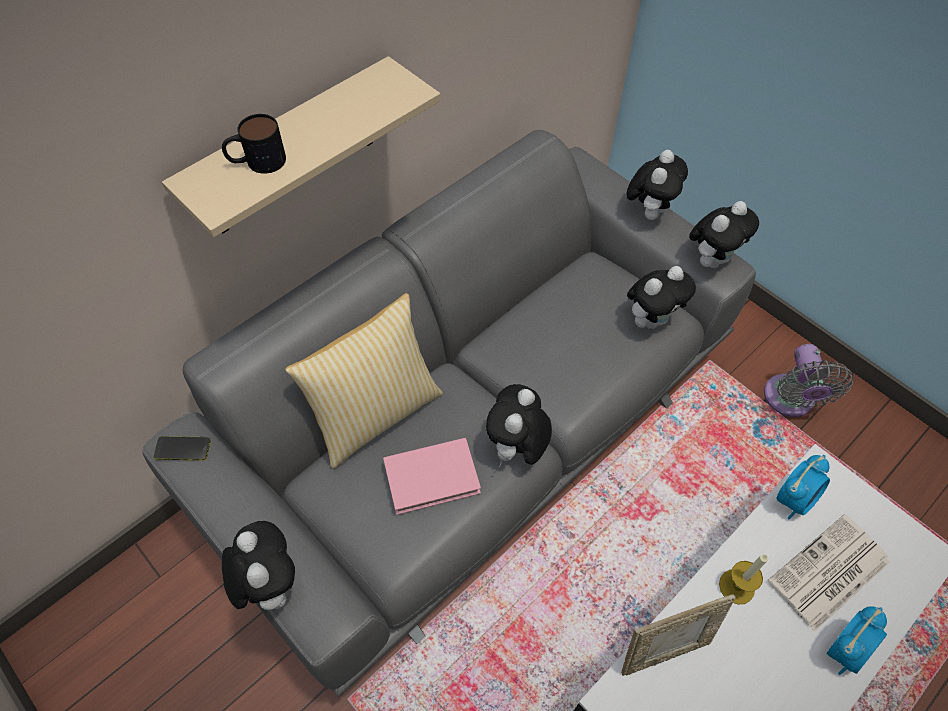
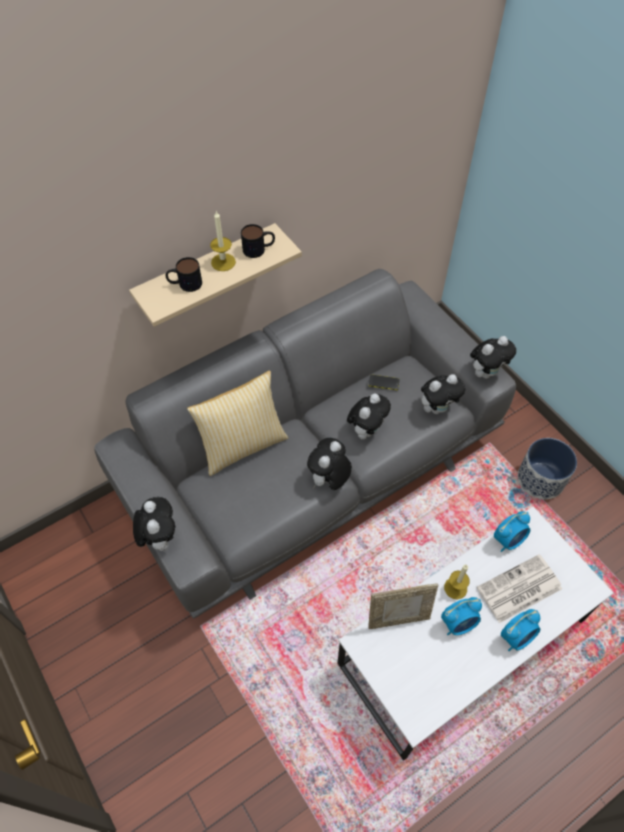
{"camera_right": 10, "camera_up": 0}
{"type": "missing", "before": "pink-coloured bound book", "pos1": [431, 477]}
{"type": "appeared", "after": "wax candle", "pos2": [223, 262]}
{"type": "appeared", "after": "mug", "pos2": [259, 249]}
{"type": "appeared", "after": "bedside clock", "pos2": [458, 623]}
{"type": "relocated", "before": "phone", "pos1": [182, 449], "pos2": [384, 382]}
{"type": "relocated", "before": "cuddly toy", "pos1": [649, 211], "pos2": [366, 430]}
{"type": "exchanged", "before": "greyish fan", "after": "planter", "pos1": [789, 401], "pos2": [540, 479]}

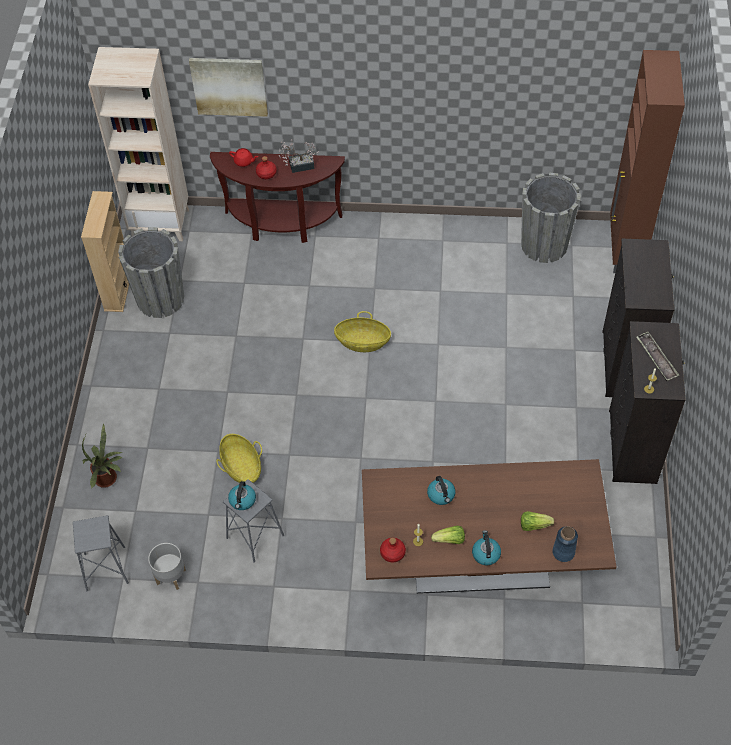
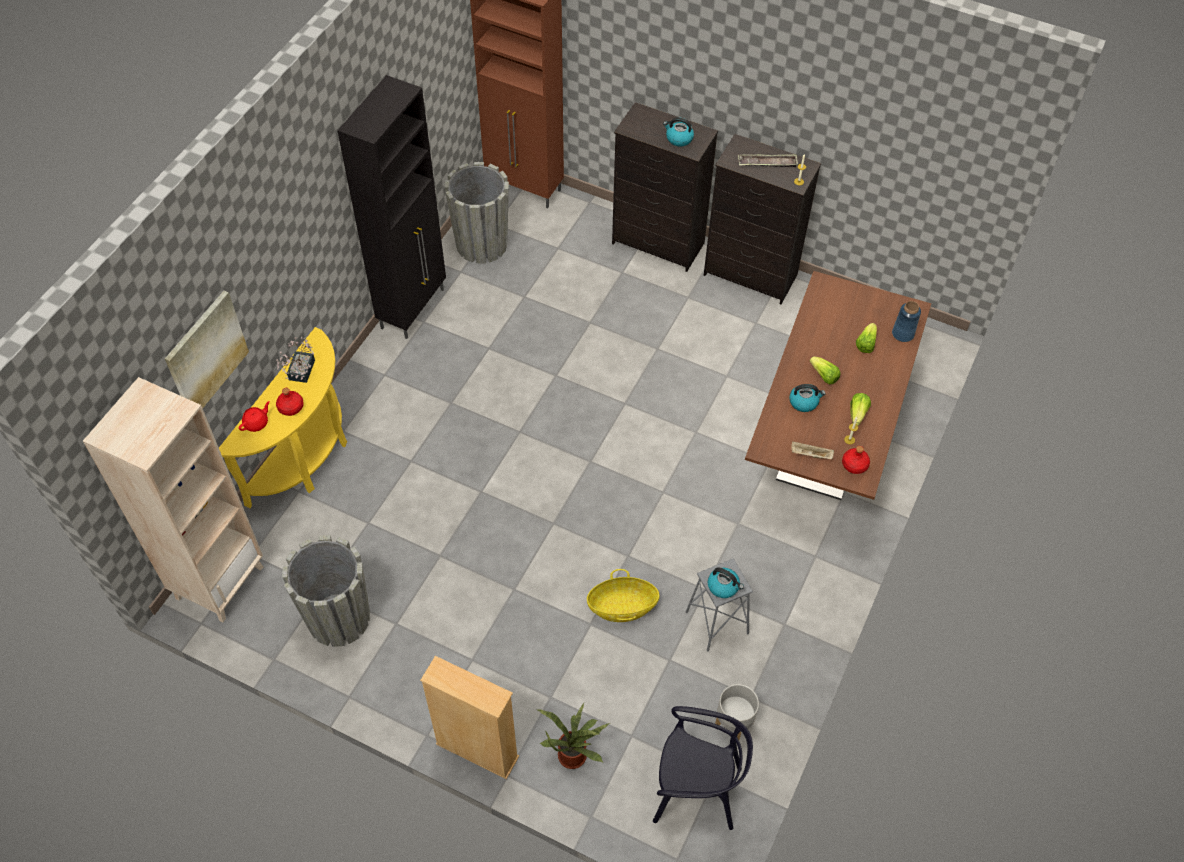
{"camera_right": -70, "camera_up": 0}
{"type": "missing", "before": "storage basket", "pos1": [362, 342]}
{"type": "appeared", "after": "black cupboard", "pos2": [413, 308]}
{"type": "appeared", "after": "sand-coloured serving tray", "pos2": [810, 455]}
{"type": "appeared", "after": "lettuce head", "pos2": [824, 376]}
{"type": "relocated", "before": "sand-coloured shelving unit", "pos1": [118, 289], "pos2": [477, 750]}
{"type": "relocated", "before": "tea kettle", "pos1": [485, 553], "pos2": [678, 139]}
{"type": "exchanged", "before": "greyish sitting stool", "after": "black plain chair", "pos1": [106, 569], "pos2": [696, 790]}
{"type": "colour", "before": "brown hall table", "after": "yellowish hall table", "pos1": [281, 225], "pos2": [306, 457]}

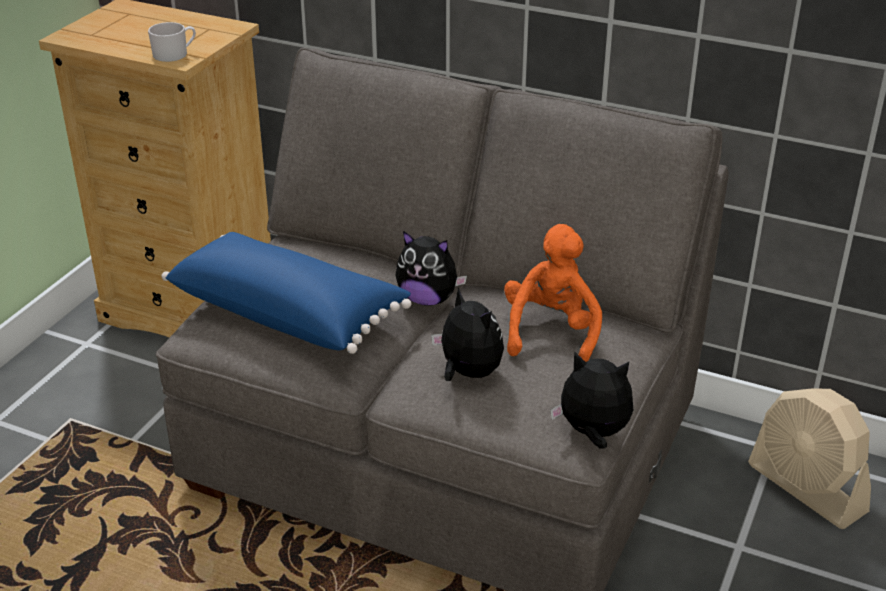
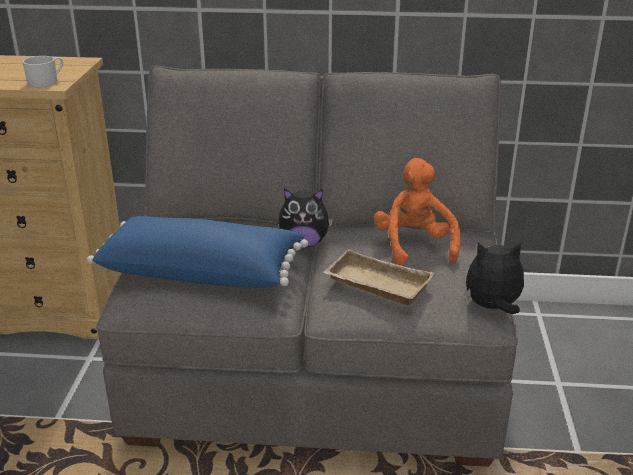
{"camera_right": -20, "camera_up": -5}
{"type": "missing", "before": "sand-coloured fan", "pos1": [806, 488]}
{"type": "exchanged", "before": "cuddly toy", "after": "sand-coloured serving tray", "pos1": [468, 373], "pos2": [375, 285]}

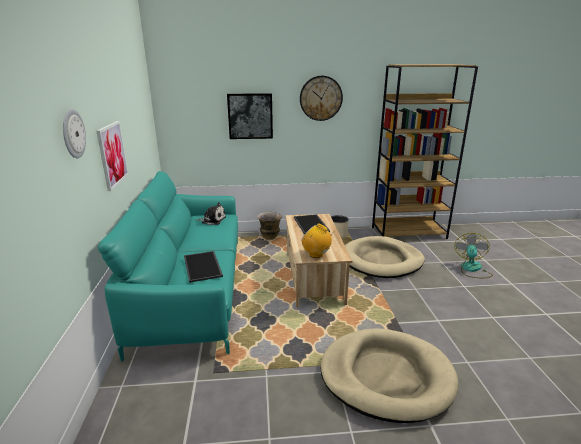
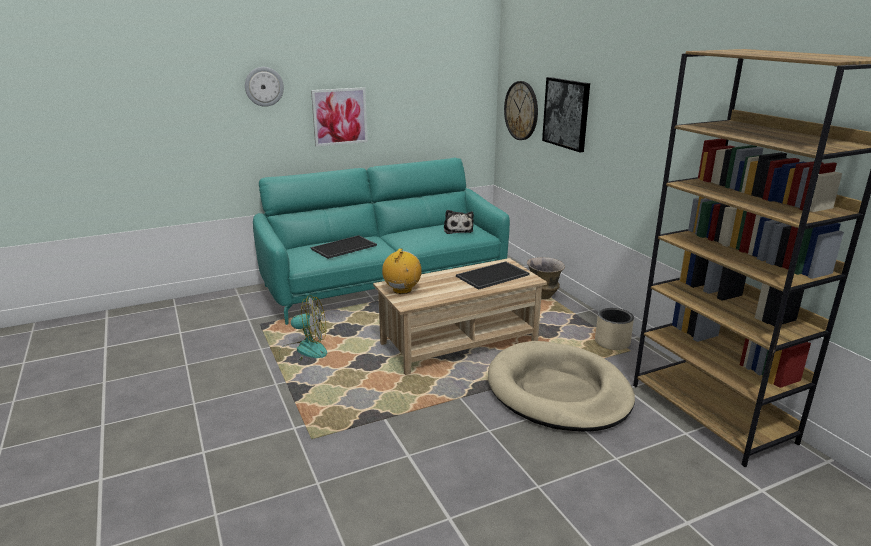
{"camera_right": 70, "camera_up": 0}
{"type": "missing", "before": "sand-coloured pet bed", "pos1": [386, 376]}
{"type": "relocated", "before": "wall clock", "pos1": [321, 98], "pos2": [521, 110]}
{"type": "relocated", "before": "fan", "pos1": [472, 269], "pos2": [304, 351]}

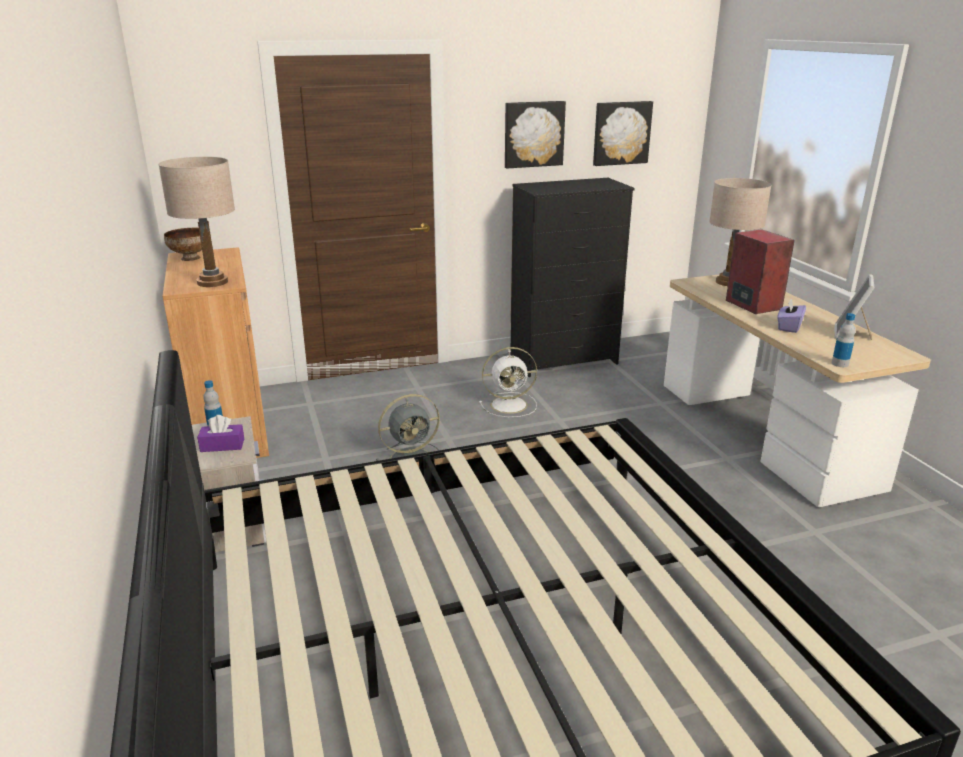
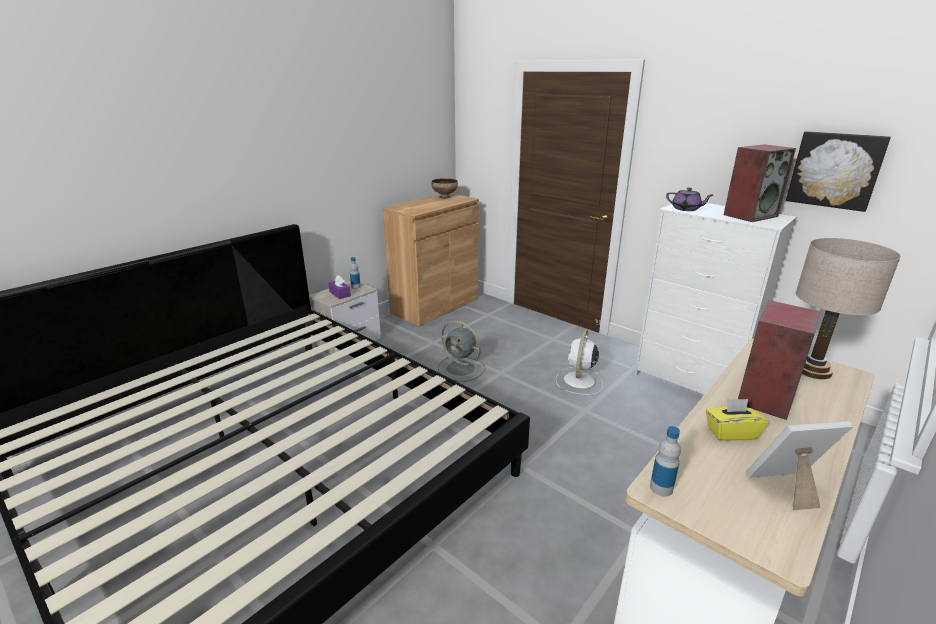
{"camera_right": 60, "camera_up": 0}
{"type": "missing", "before": "sand-coloured table lamp", "pos1": [212, 282]}
{"type": "missing", "before": "picture", "pos1": [533, 134]}
{"type": "appeared", "after": "purplish pot for tea", "pos2": [686, 209]}
{"type": "appeared", "after": "speaker", "pos2": [750, 215]}
{"type": "colour", "before": "black dresser", "after": "white dresser", "pos1": [565, 361], "pos2": [690, 382]}
{"type": "colour", "before": "purplish tissue box", "after": "yellowish tissue box", "pos1": [788, 327], "pos2": [731, 432]}
{"type": "spun", "before": "white fan", "pos1": [510, 405], "pos2": [579, 381], "turn": 60}

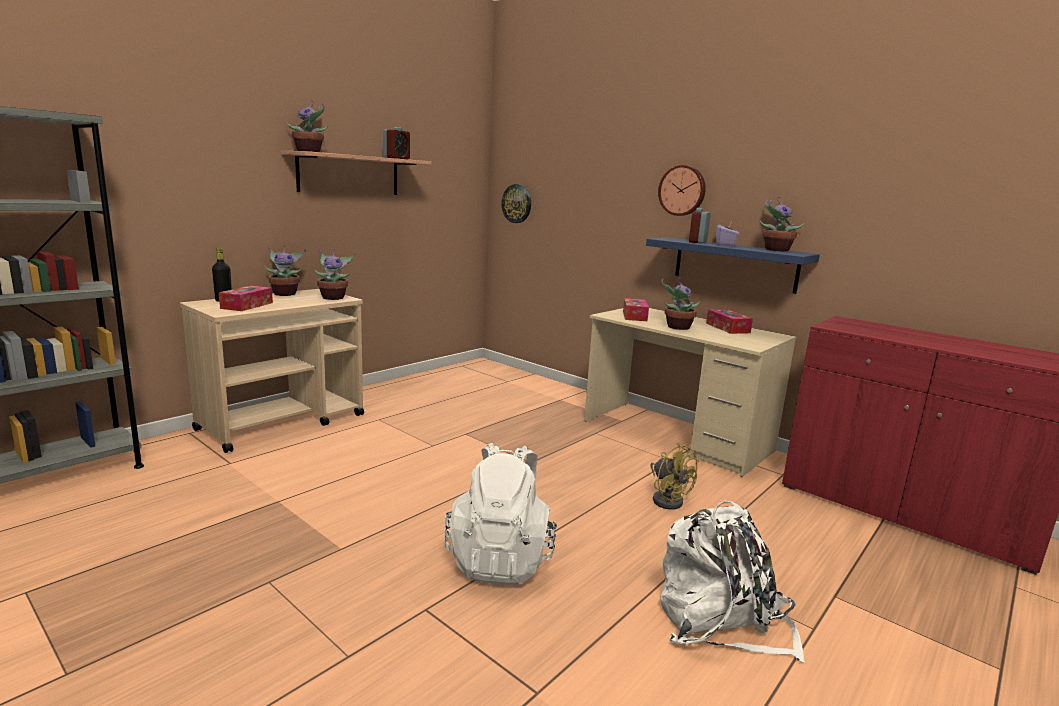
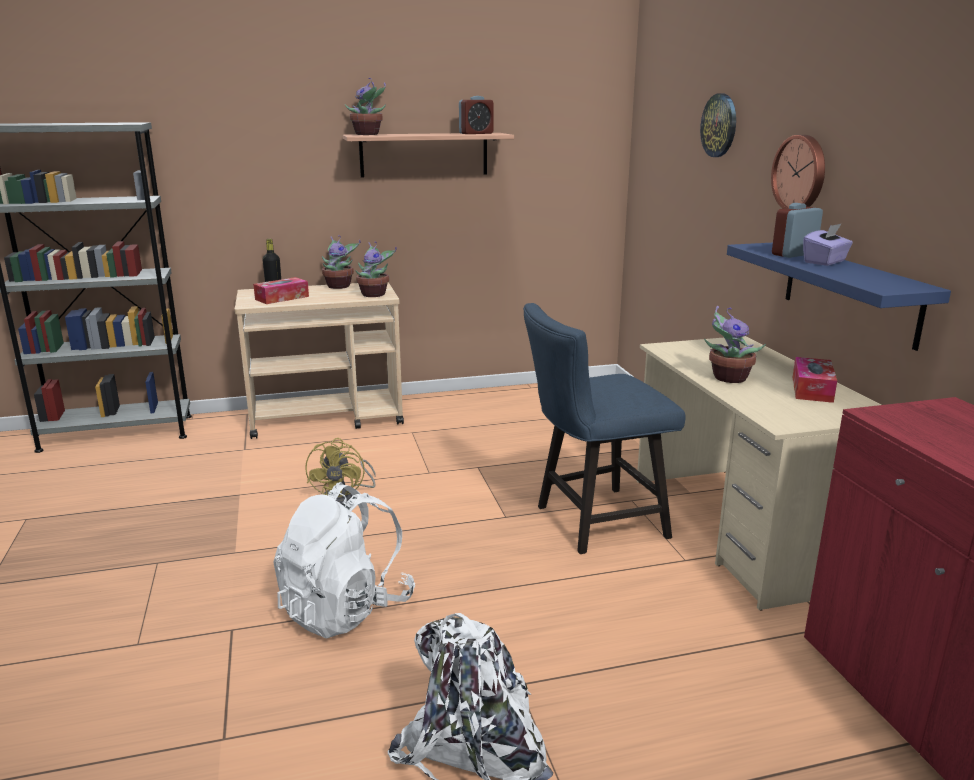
{"camera_right": 35, "camera_up": 5}
{"type": "missing", "before": "tissue box", "pos1": [634, 316]}
{"type": "missing", "before": "houseplant", "pos1": [774, 250]}
{"type": "appeared", "after": "bluish plain chair", "pos2": [592, 522]}
{"type": "relocated", "before": "wall clock", "pos1": [517, 203], "pos2": [719, 125]}
{"type": "relocated", "before": "yellowish fan", "pos1": [667, 499], "pos2": [345, 496]}

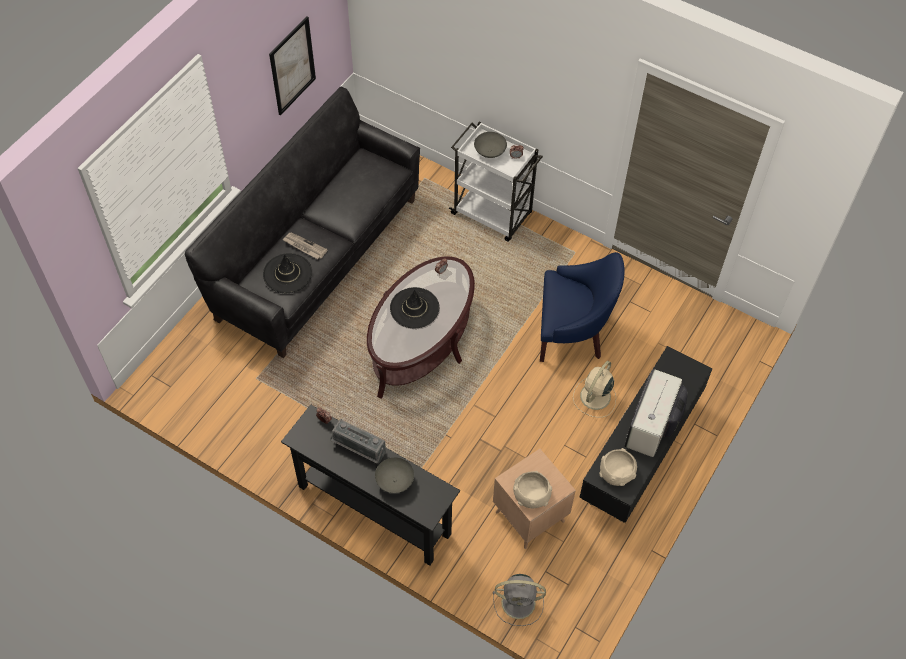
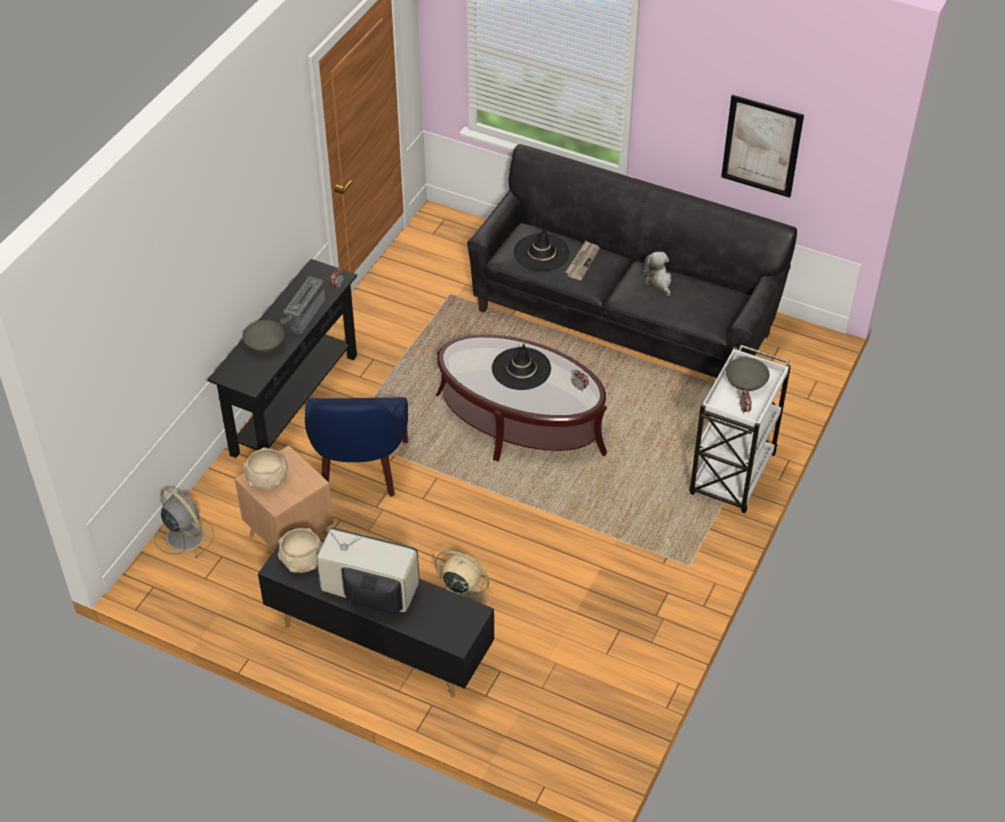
{"camera_right": 85, "camera_up": -10}
{"type": "appeared", "after": "cuddly toy", "pos2": [658, 281]}
{"type": "relocated", "before": "bluish lounge chair", "pos1": [572, 332], "pos2": [359, 469]}
{"type": "spun", "before": "greyish fan", "pos1": [520, 602], "pos2": [184, 535], "turn": 135}

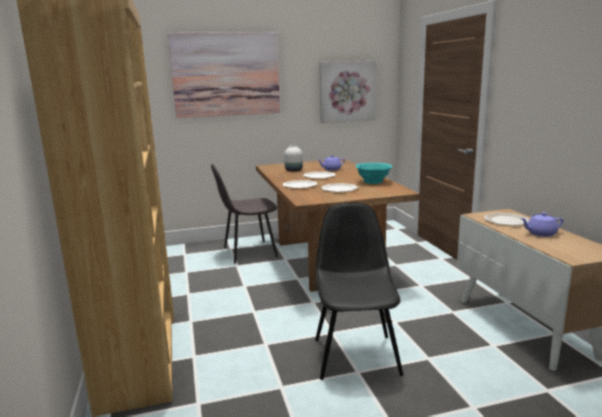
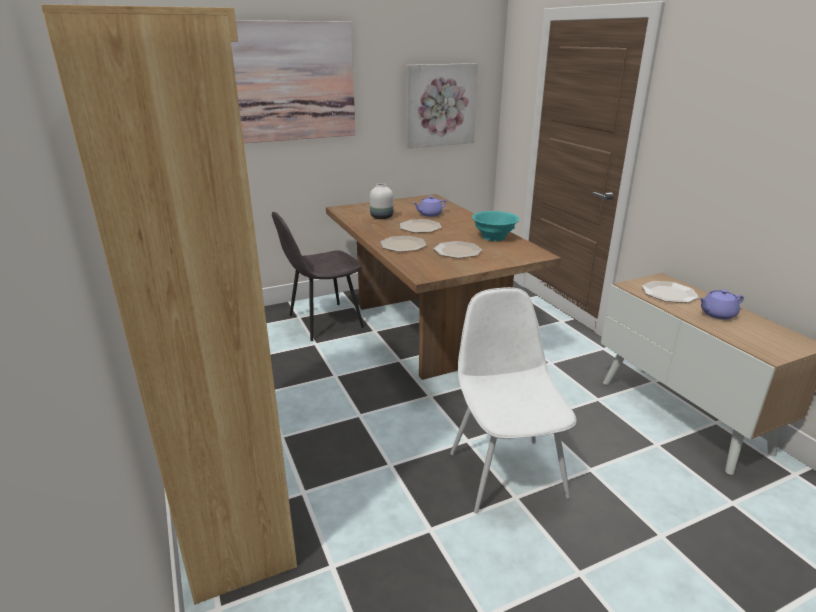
{"camera_right": -10, "camera_up": 10}
{"type": "colour", "before": "black plain chair", "after": "white plain chair", "pos1": [356, 355], "pos2": [505, 472]}

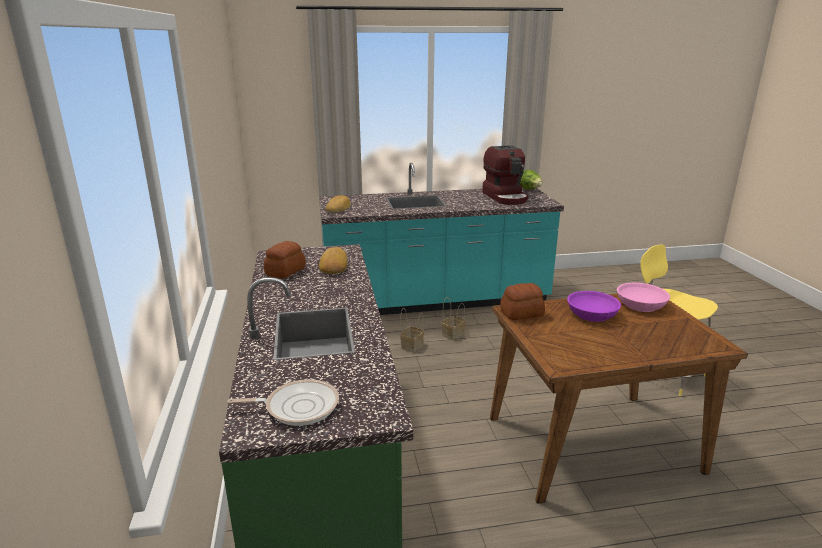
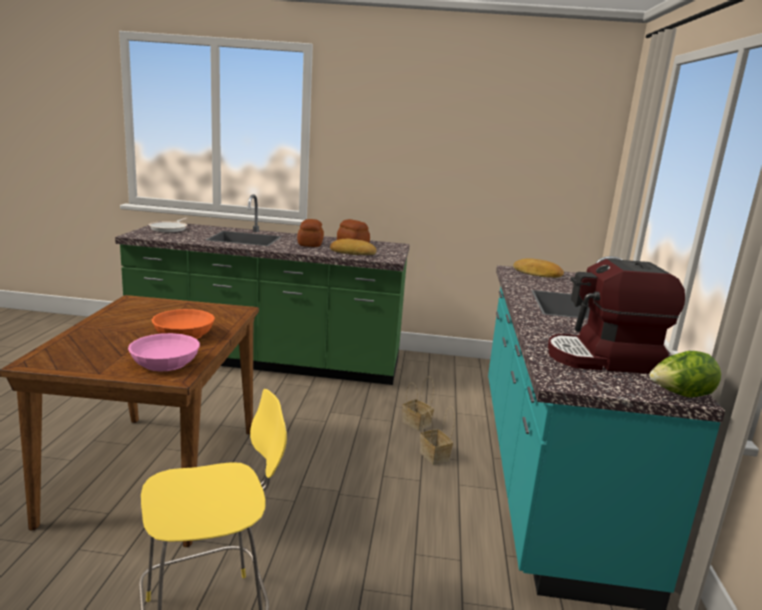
{"camera_right": 105, "camera_up": -5}
{"type": "relocated", "before": "baked bread", "pos1": [521, 313], "pos2": [311, 244]}
{"type": "colour", "before": "purplish deep dish", "after": "orange-coloured deep dish", "pos1": [592, 314], "pos2": [184, 334]}

